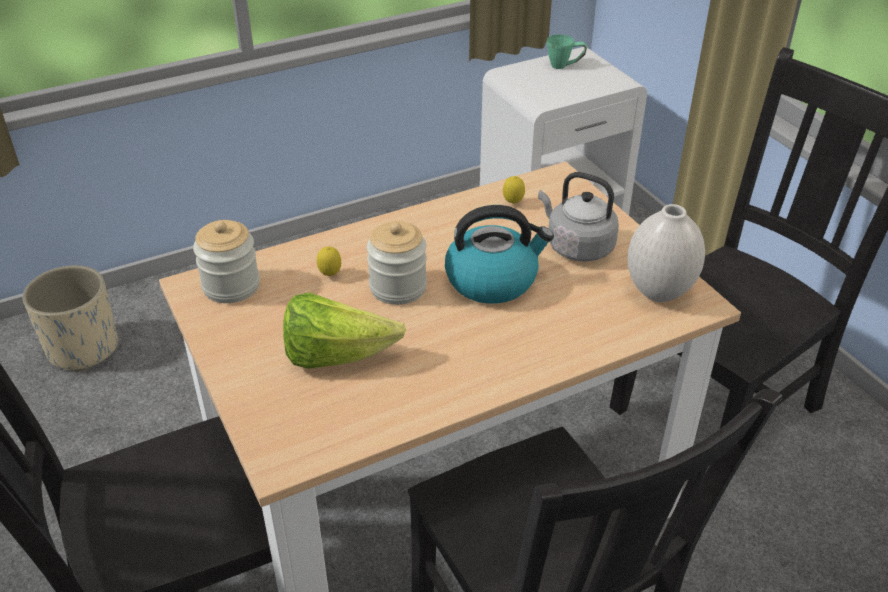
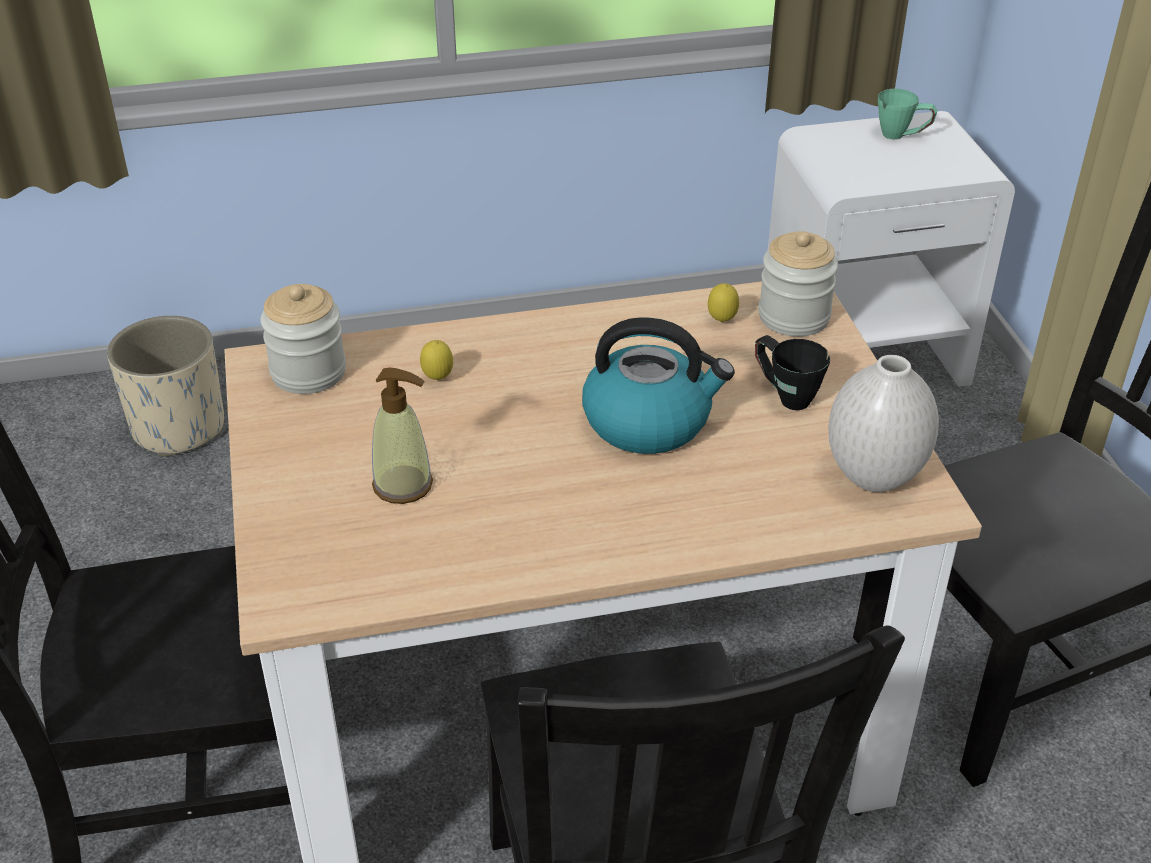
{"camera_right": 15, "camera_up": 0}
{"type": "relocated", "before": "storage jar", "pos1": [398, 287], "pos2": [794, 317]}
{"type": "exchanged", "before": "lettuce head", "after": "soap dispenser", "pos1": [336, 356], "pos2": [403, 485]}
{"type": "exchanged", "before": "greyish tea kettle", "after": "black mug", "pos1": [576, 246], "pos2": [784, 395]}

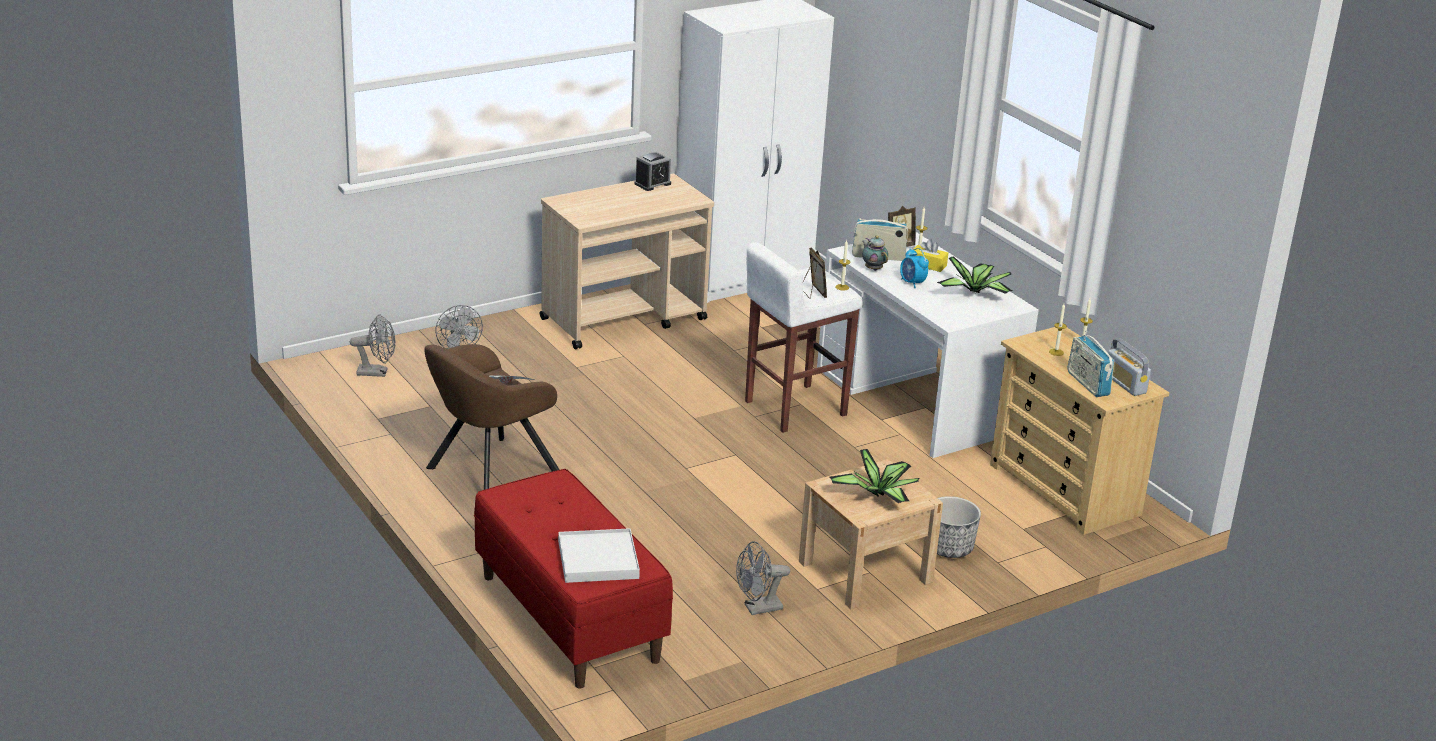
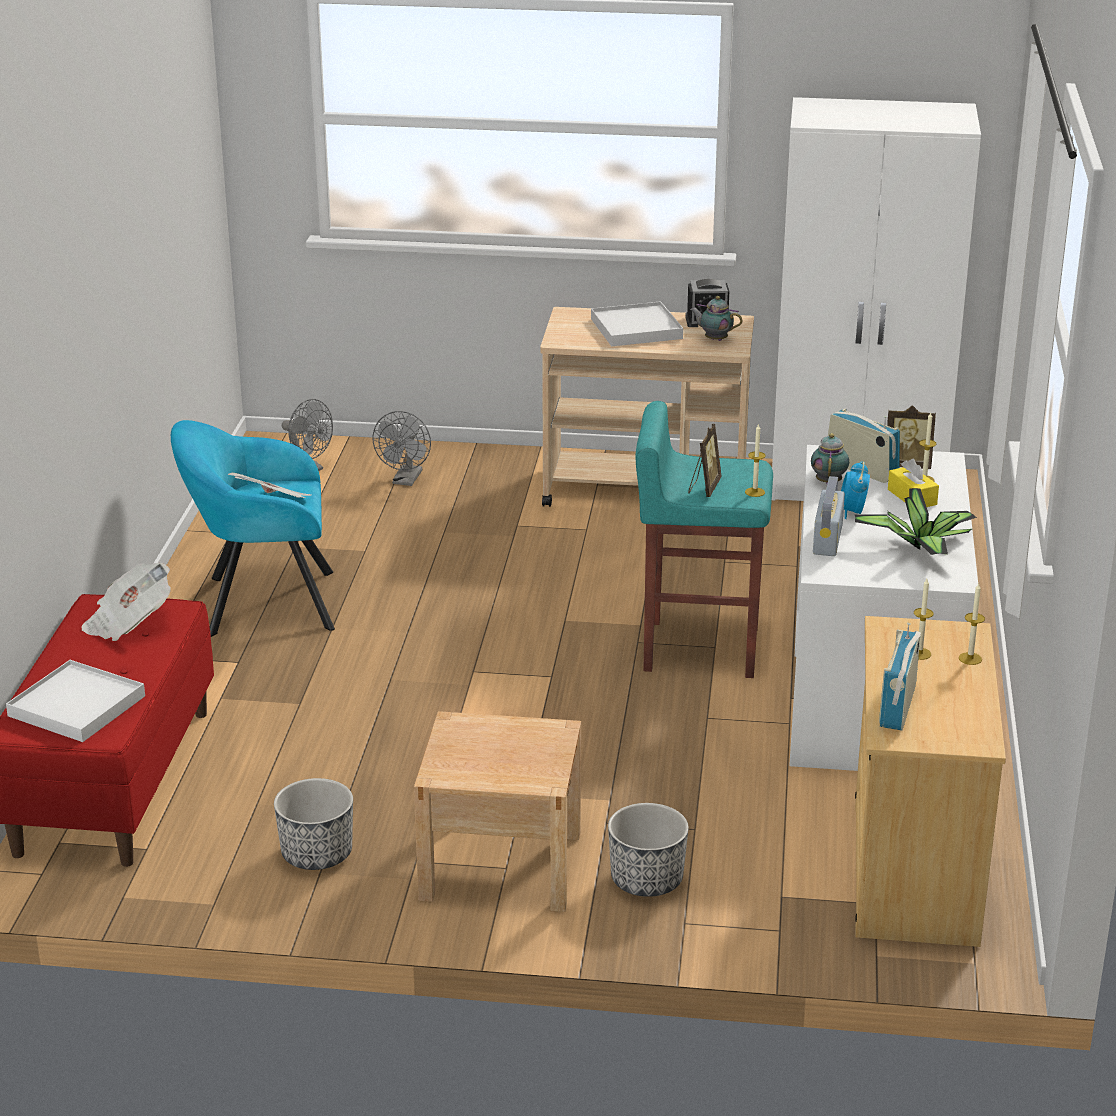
{"camera_right": 40, "camera_up": 0}
{"type": "missing", "before": "houseplant", "pos1": [879, 495]}
{"type": "appeared", "after": "daily paper", "pos2": [128, 623]}
{"type": "appeared", "after": "white serving tray", "pos2": [636, 329]}
{"type": "appeared", "after": "pot for tea", "pos2": [714, 339]}
{"type": "relocated", "before": "radio receiver", "pos1": [1125, 383], "pos2": [827, 540]}
{"type": "exchanged", "before": "greyish fan", "after": "planter", "pos1": [758, 608], "pos2": [317, 854]}
{"type": "colour", "before": "brown lounge chair", "after": "turquoise lounge chair", "pos1": [487, 473], "pos2": [262, 603]}
{"type": "colour", "before": "white sitting stool", "after": "turquoise sitting stool", "pos1": [793, 408], "pos2": [699, 648]}

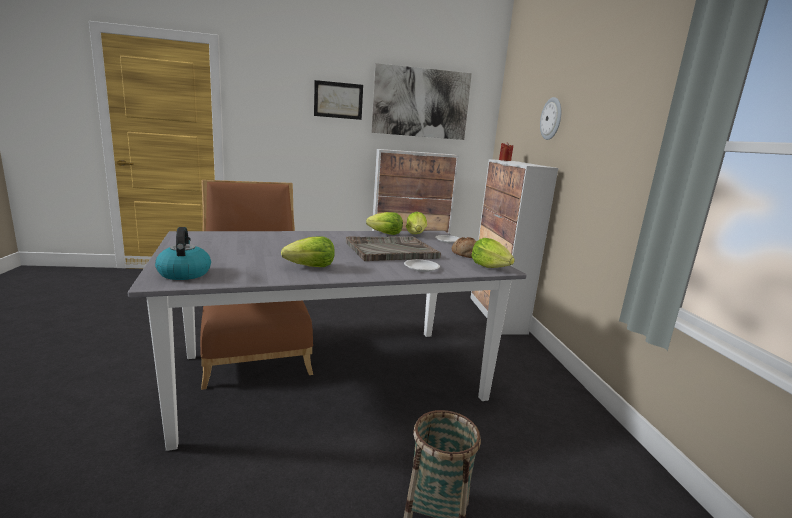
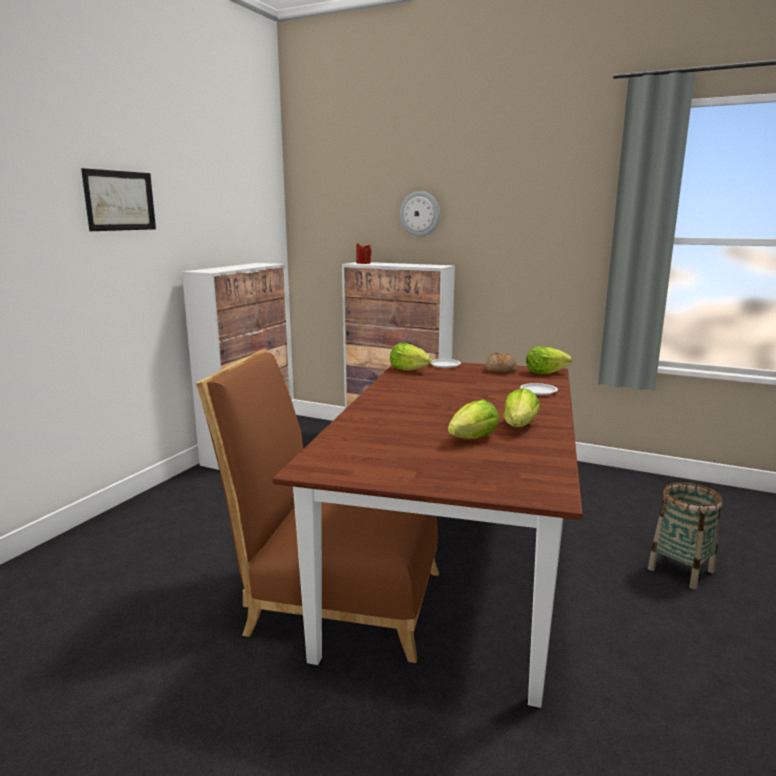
{"camera_right": -55, "camera_up": 0}
{"type": "missing", "before": "tea kettle", "pos1": [184, 273]}
{"type": "missing", "before": "greyish serving tray", "pos1": [390, 250]}
{"type": "missing", "before": "picture", "pos1": [421, 103]}
{"type": "relocated", "before": "lettuce head", "pos1": [385, 234], "pos2": [473, 439]}
{"type": "colour", "before": "greyish kitchen table", "after": "brown kitchen table", "pos1": [332, 376], "pos2": [452, 562]}

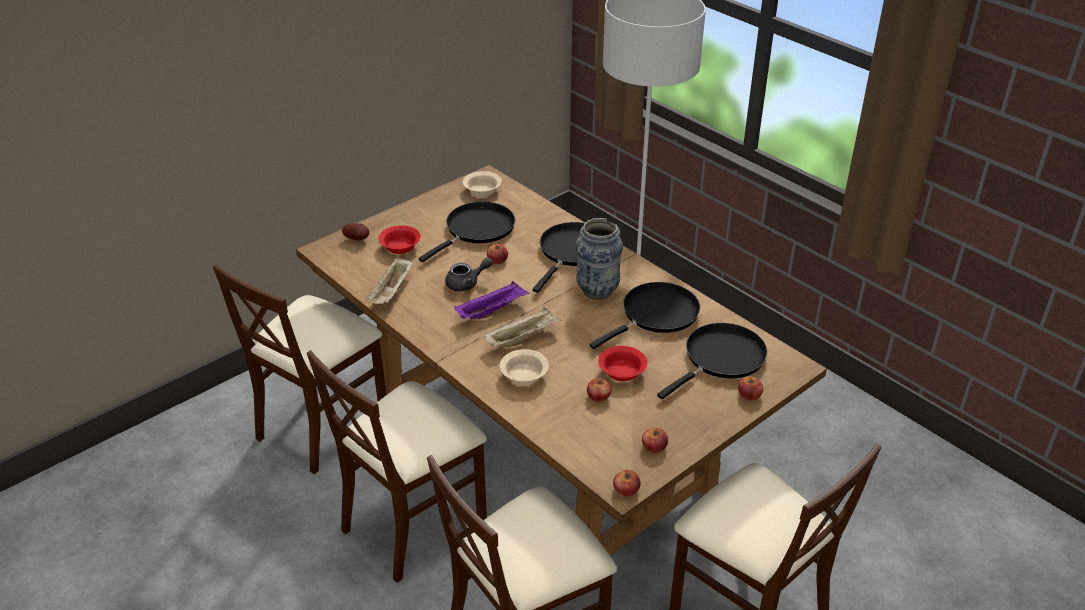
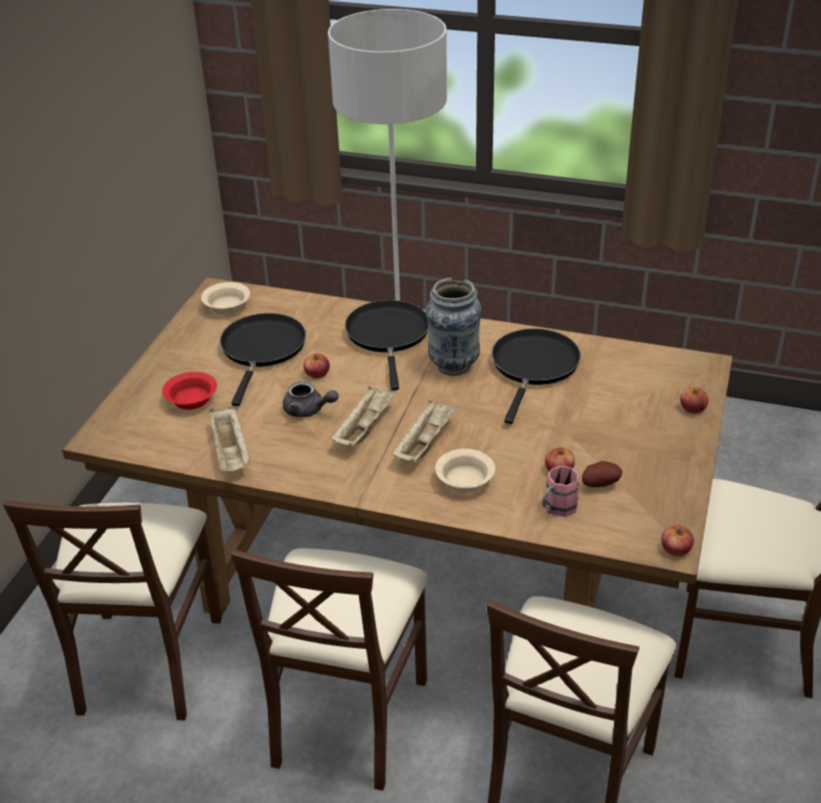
{"camera_right": -30, "camera_up": 0}
{"type": "missing", "before": "red deep dish", "pos1": [621, 372]}
{"type": "missing", "before": "apple", "pos1": [654, 446]}
{"type": "missing", "before": "black pan", "pos1": [721, 359]}
{"type": "appeared", "after": "pink-coloured mug", "pos2": [556, 510]}
{"type": "relocated", "before": "potato", "pos1": [358, 239], "pos2": [600, 484]}
{"type": "colour", "before": "purplish serving tray", "after": "sand-coloured serving tray", "pos1": [492, 311], "pos2": [364, 428]}
{"type": "spun", "before": "greyish pot for tea", "pos1": [467, 283], "pos2": [308, 410], "turn": 75}

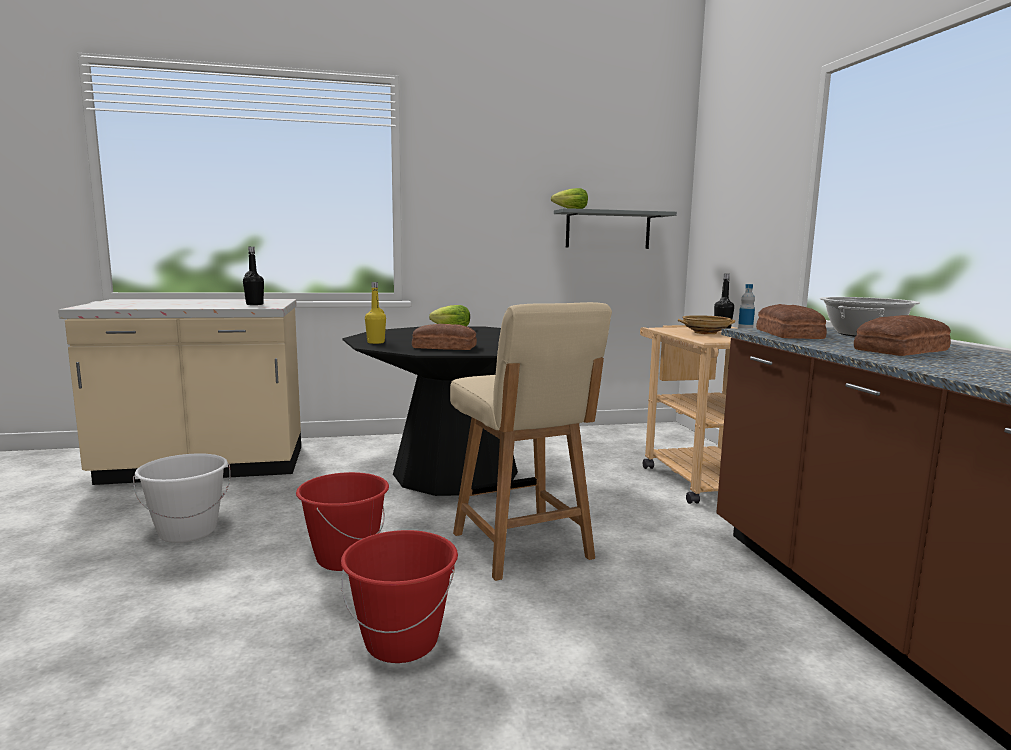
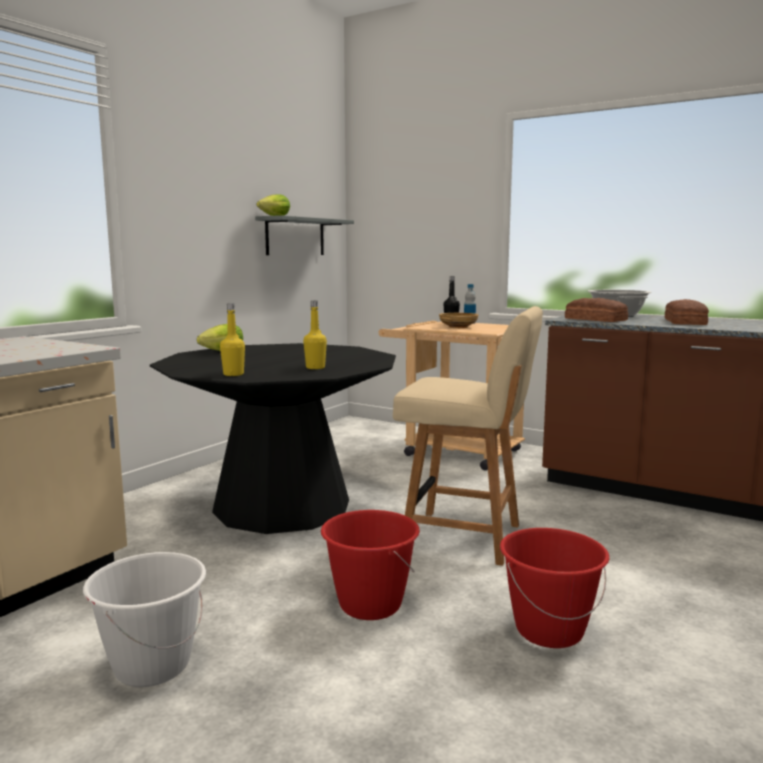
{"camera_right": -45, "camera_up": 0}
{"type": "missing", "before": "black beverage bottle", "pos1": [254, 304]}
{"type": "exchanged", "before": "baked bread", "after": "yellowish beverage bottle", "pos1": [444, 347], "pos2": [315, 367]}

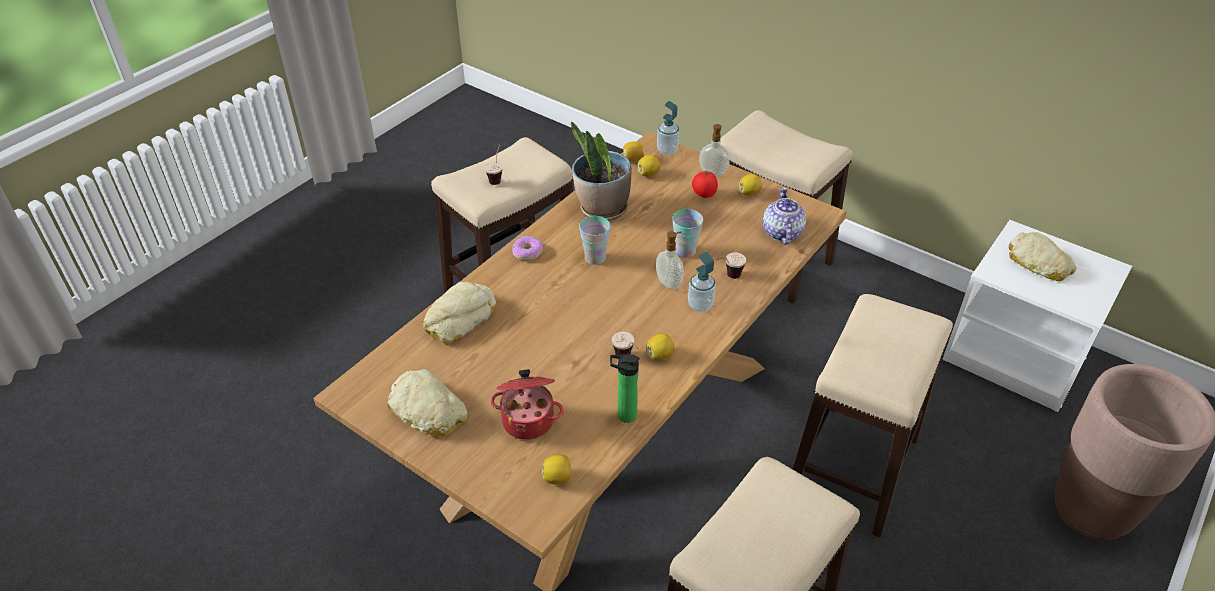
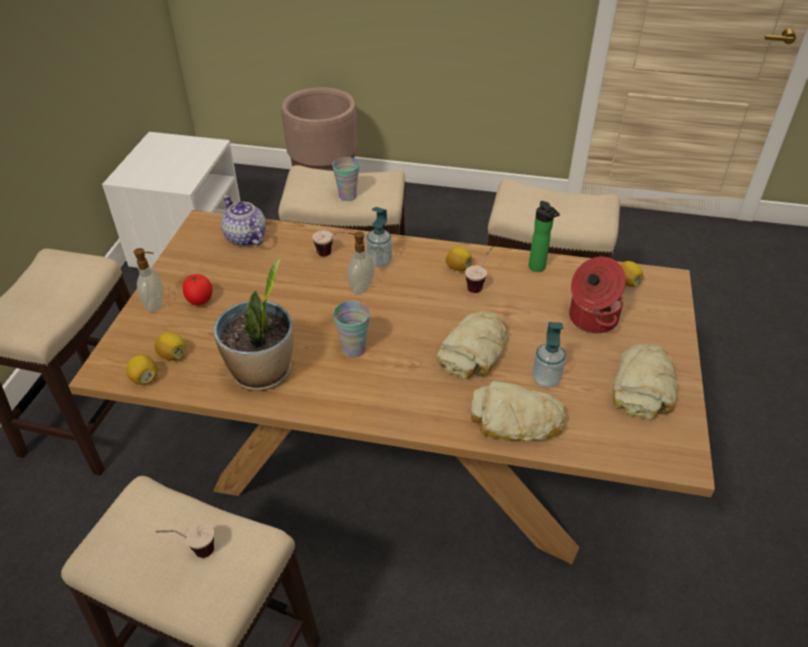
{"camera_right": -115, "camera_up": 0}
{"type": "missing", "before": "doughnut", "pos1": [527, 252]}
{"type": "missing", "before": "whole lemon", "pos1": [749, 193]}
{"type": "relocated", "before": "soap dispenser", "pos1": [667, 150], "pos2": [546, 379]}
{"type": "relocated", "before": "drinking cup", "pos1": [685, 251], "pos2": [347, 196]}
{"type": "relocated", "before": "baked bread", "pos1": [1038, 263], "pos2": [474, 351]}
{"type": "spun", "before": "pot for tea", "pos1": [781, 233], "pos2": [245, 238], "turn": 75}

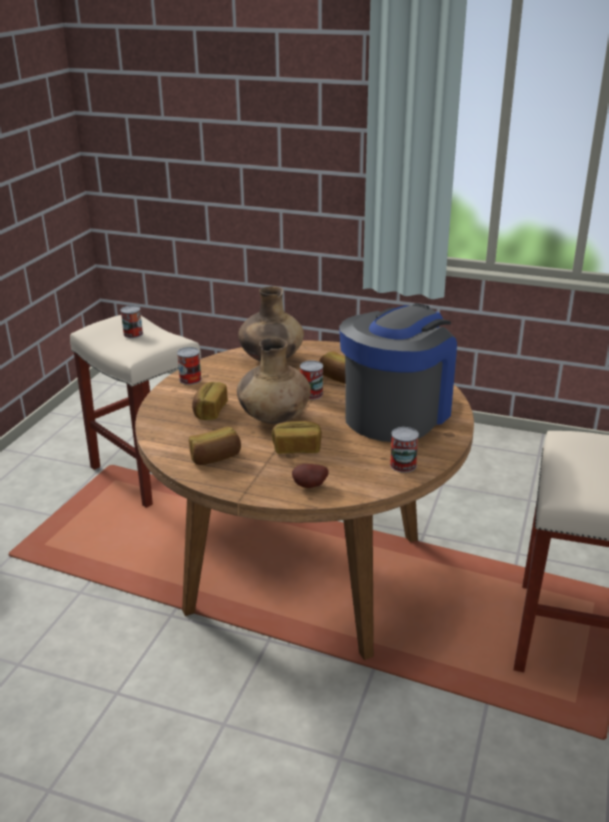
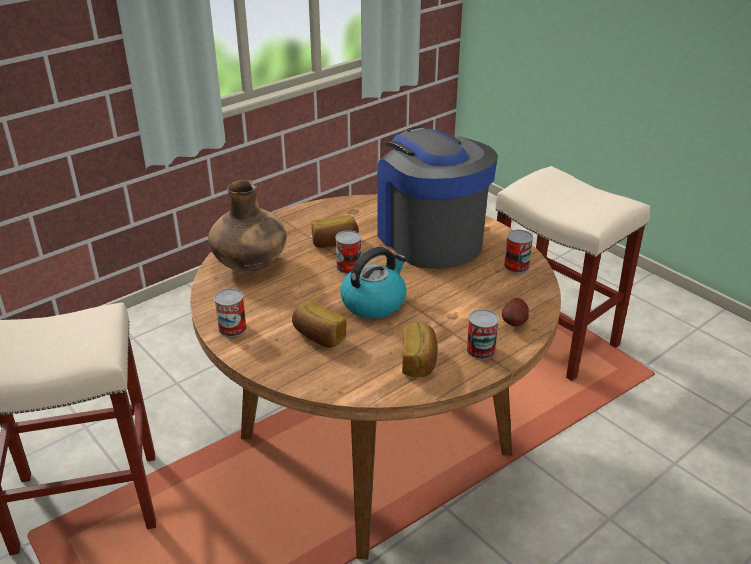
{"camera_right": -60, "camera_up": 5}
{"type": "missing", "before": "baked bread", "pos1": [297, 448]}
{"type": "relocated", "before": "can", "pos1": [133, 334], "pos2": [480, 350]}
{"type": "exchanged", "before": "brown decorative vase", "after": "tea kettle", "pos1": [274, 418], "pos2": [374, 302]}

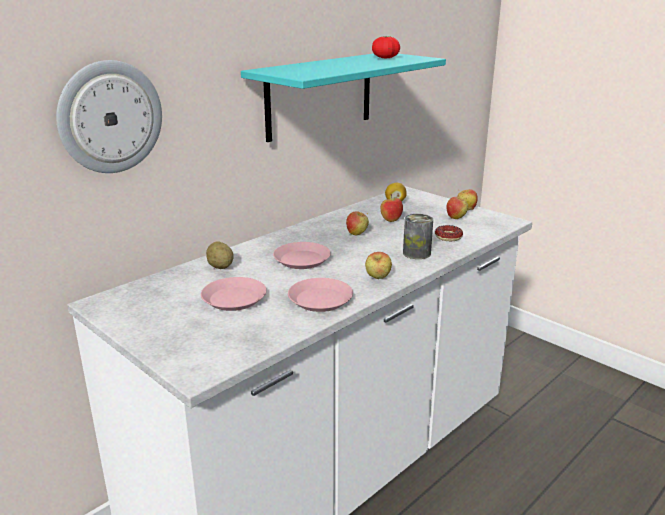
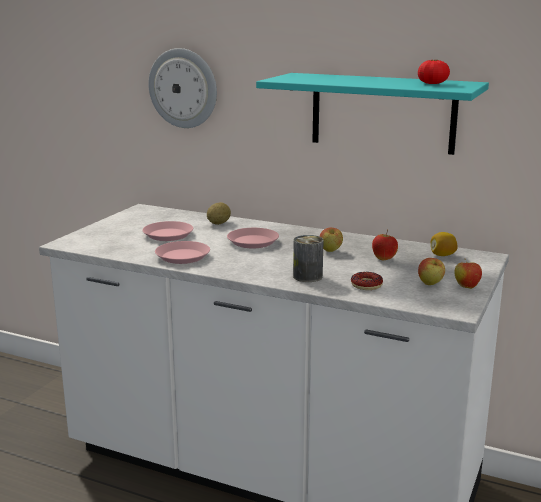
{"camera_right": 70, "camera_up": -5}
{"type": "missing", "before": "apple", "pos1": [378, 278]}

